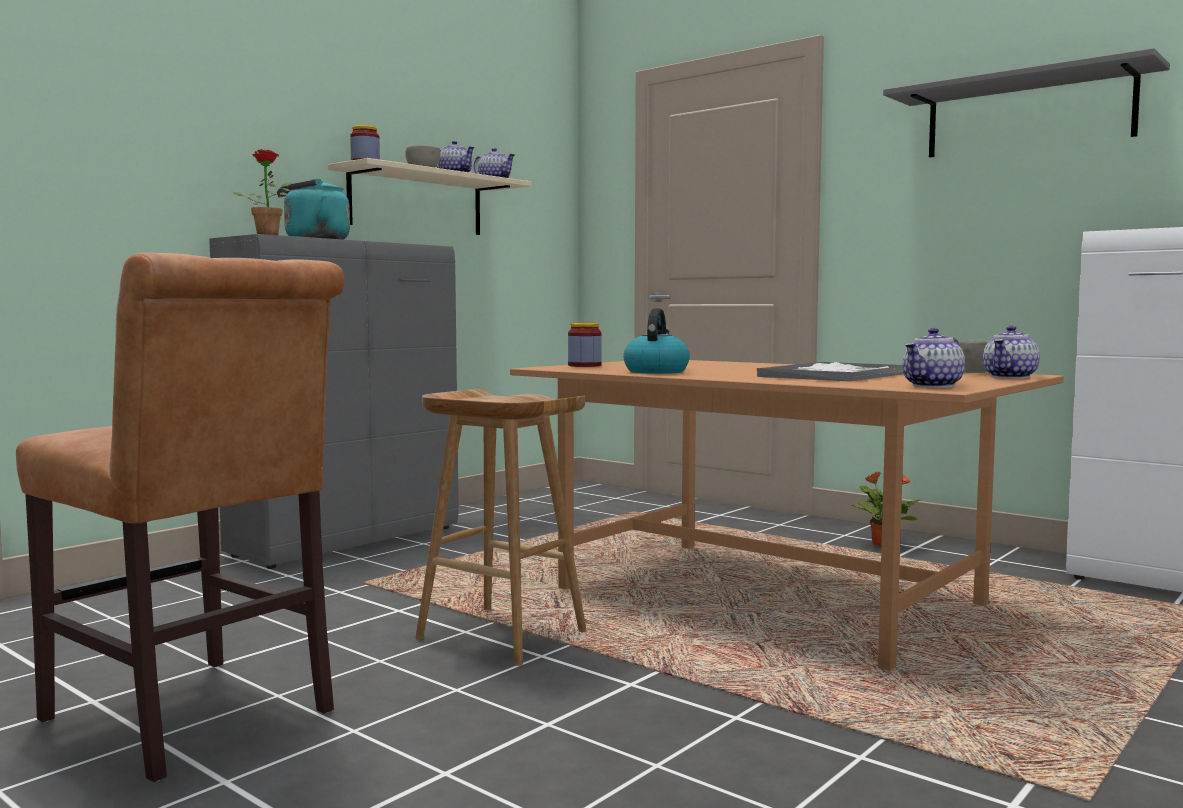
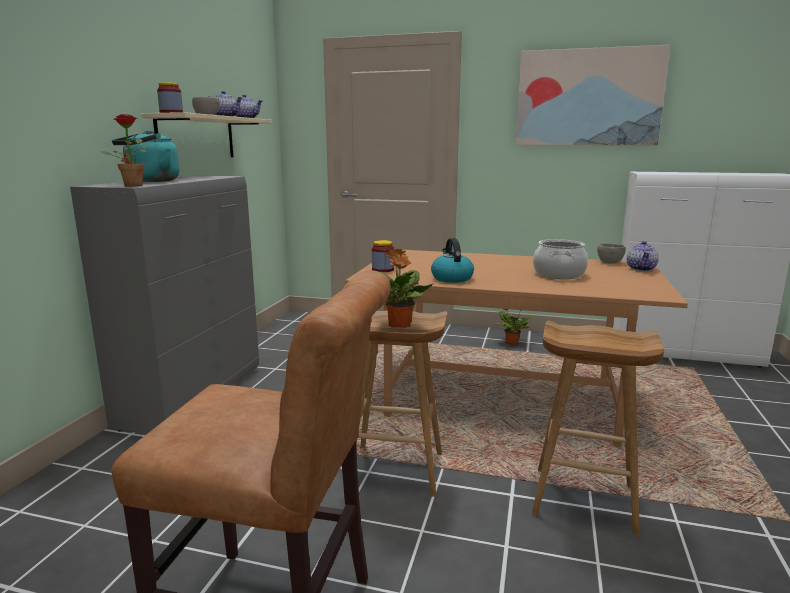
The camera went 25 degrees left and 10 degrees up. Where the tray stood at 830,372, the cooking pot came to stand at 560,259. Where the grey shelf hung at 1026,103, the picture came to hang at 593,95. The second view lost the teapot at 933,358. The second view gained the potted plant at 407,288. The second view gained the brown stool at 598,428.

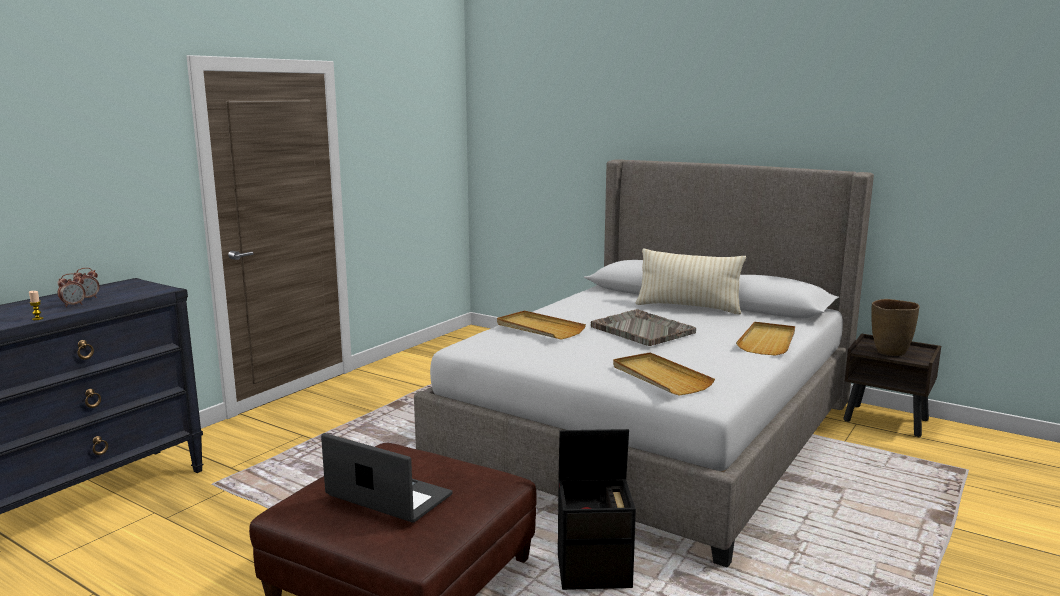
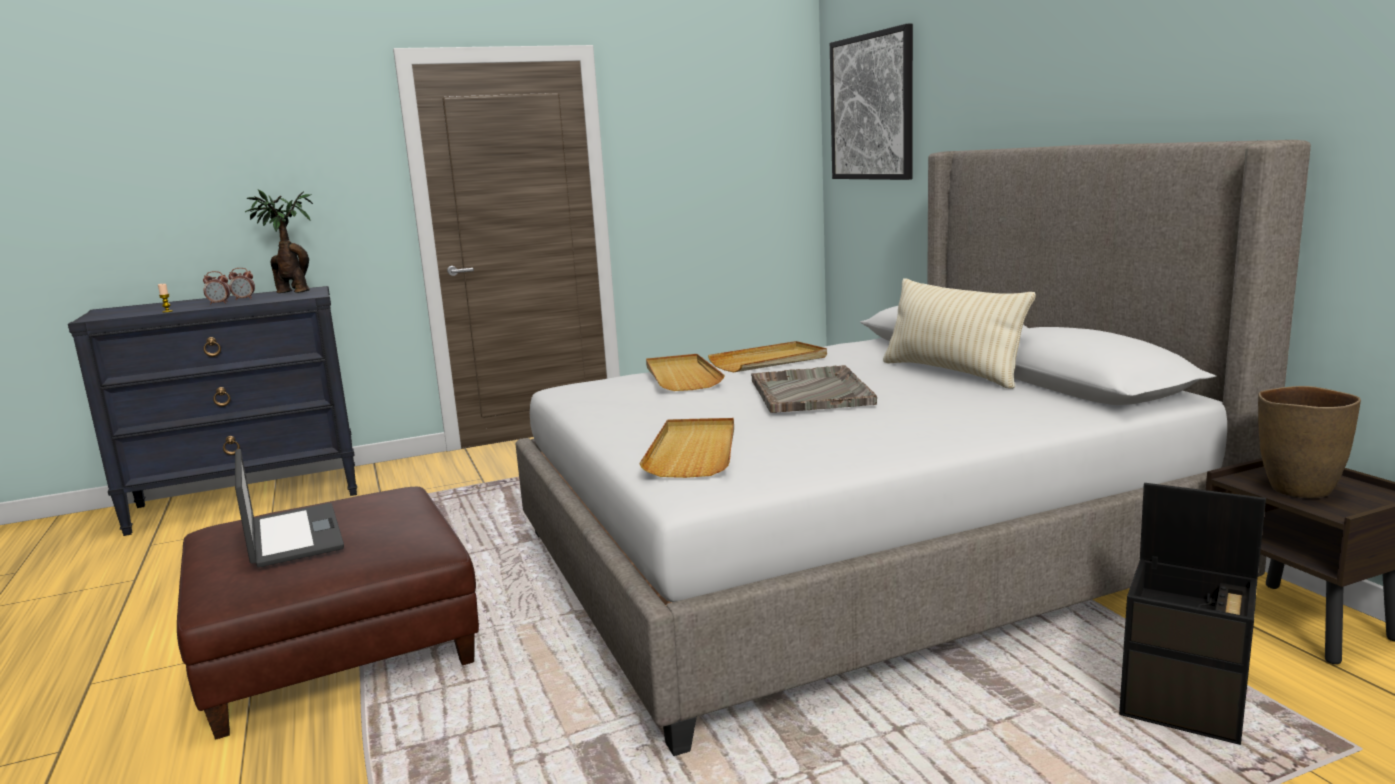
The camera went 35 degrees right and 0 degrees up. The black storage box ended up elsewhere, having gone from 597,509 to 1192,614. The beige tray ended up elsewhere, having gone from 765,339 to 767,356. The second view gained the potted plant at 279,241. The second view gained the picture at 871,102.

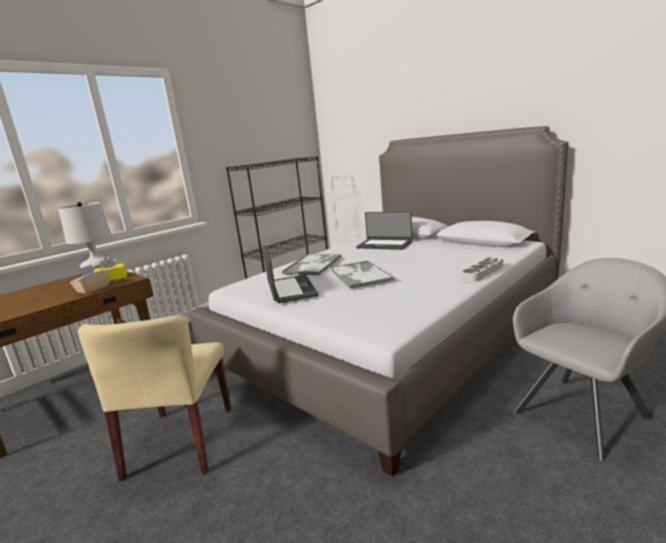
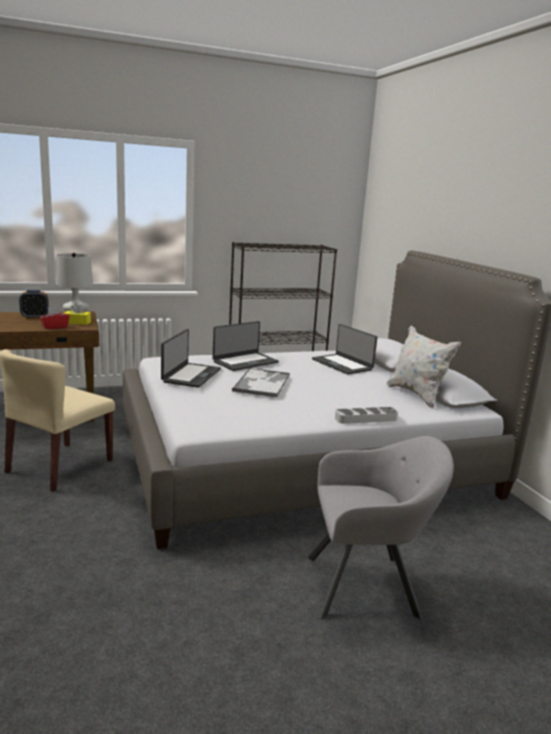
The camera went 25 degrees right and 0 degrees up. What was the beige tissue box at 89,279 turned into the red tissue box at 55,318. Where the tray stood at 312,264, the laptop came to stand at 245,346. The second view gained the alarm clock at 34,304. The second view gained the white pillow at 424,367.

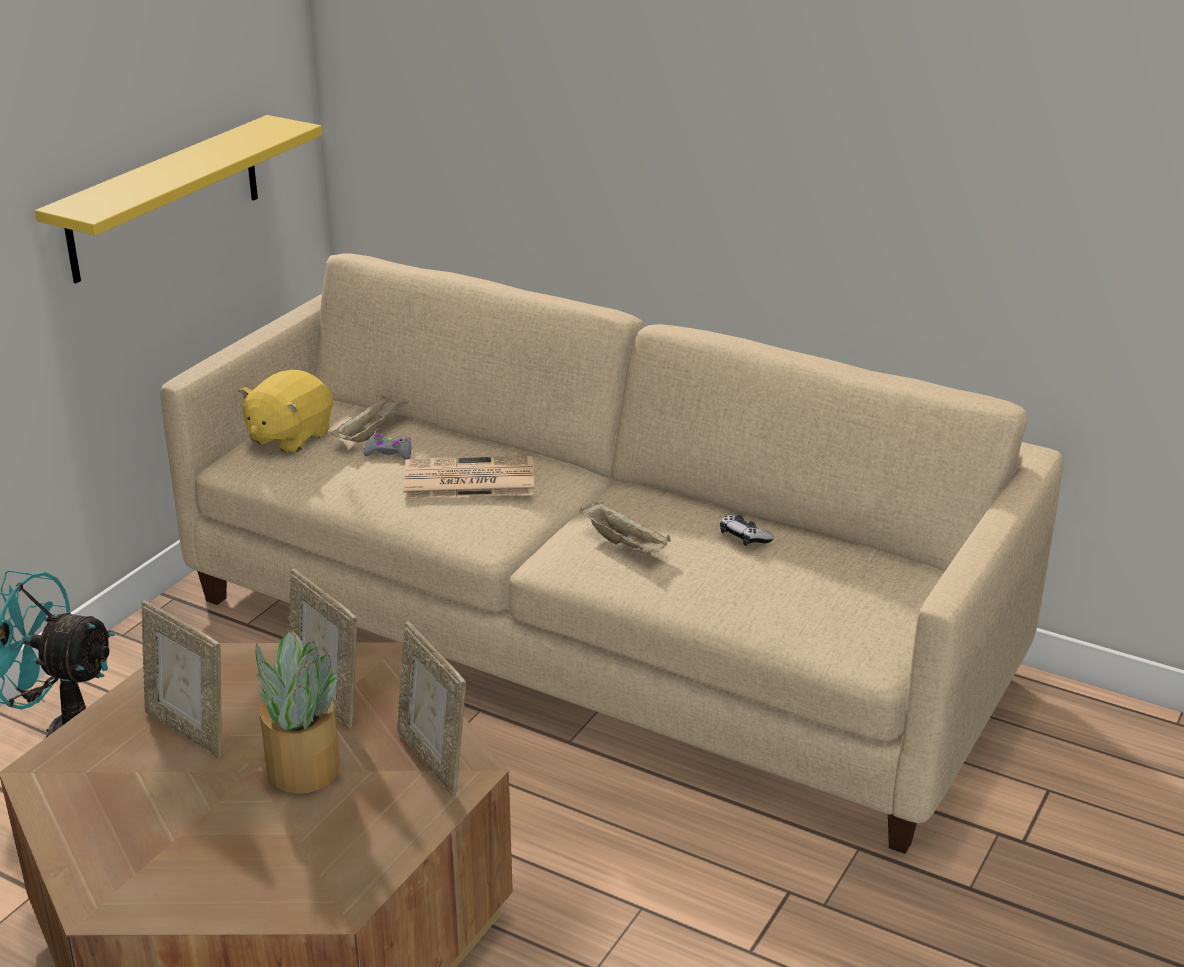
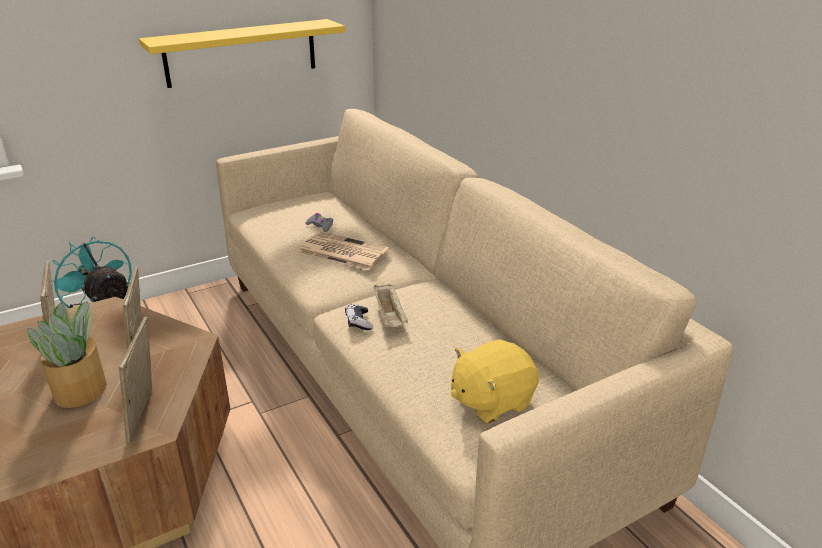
The camera went 30 degrees right and 0 degrees up. The yellow plush toy ended up elsewhere, having gone from 286,412 to 495,381. The second view lost the beige tray at 370,418. The game controller ended up elsewhere, having gone from 747,530 to 359,317.

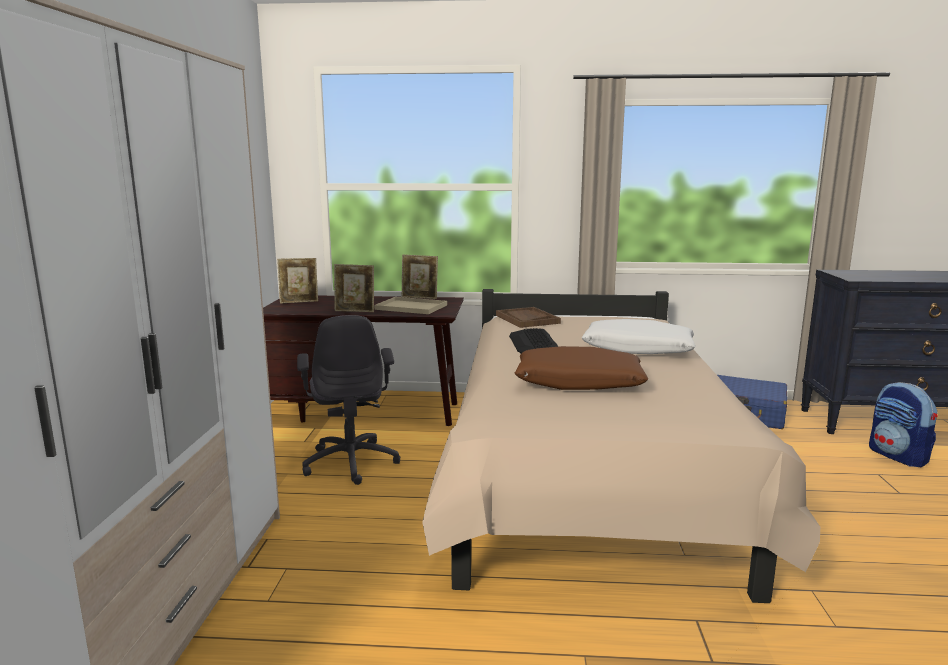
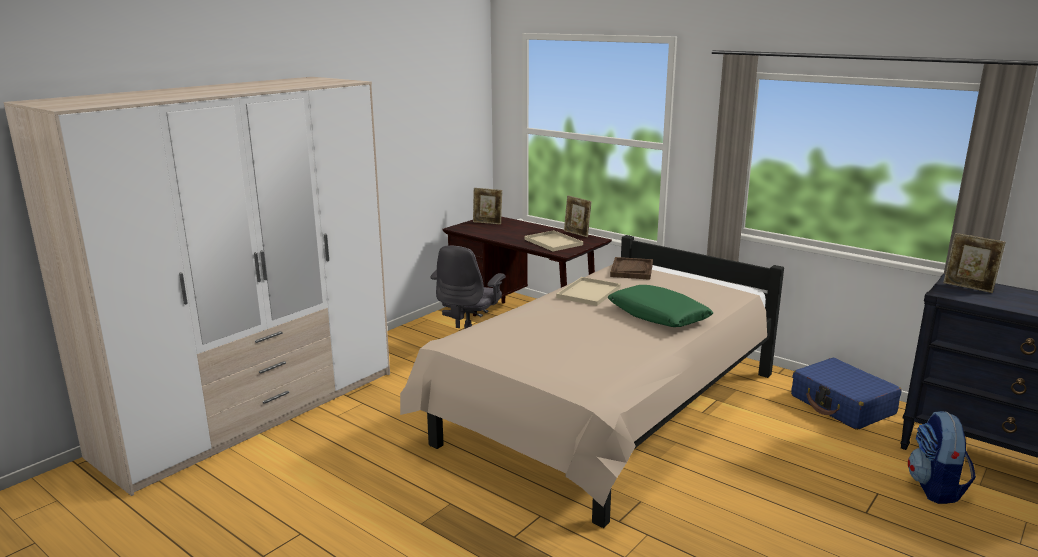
The camera went 35 degrees right and 5 degrees up. The picture frame ended up elsewhere, having gone from 354,288 to 974,263. Where the keyboard stood at 533,340, the beige tray came to stand at 588,291. The second view lost the brown pillow at 581,368. What was the white pillow at 638,336 turned into the green pillow at 660,306.

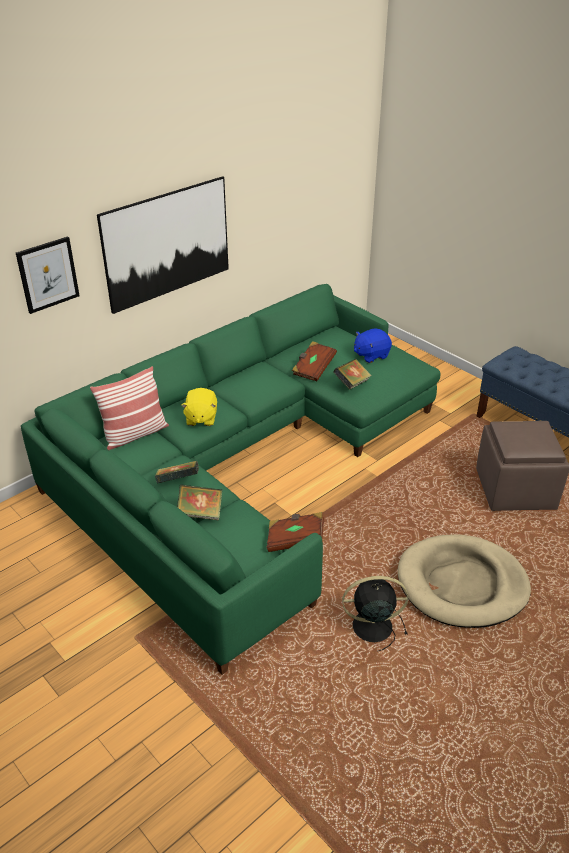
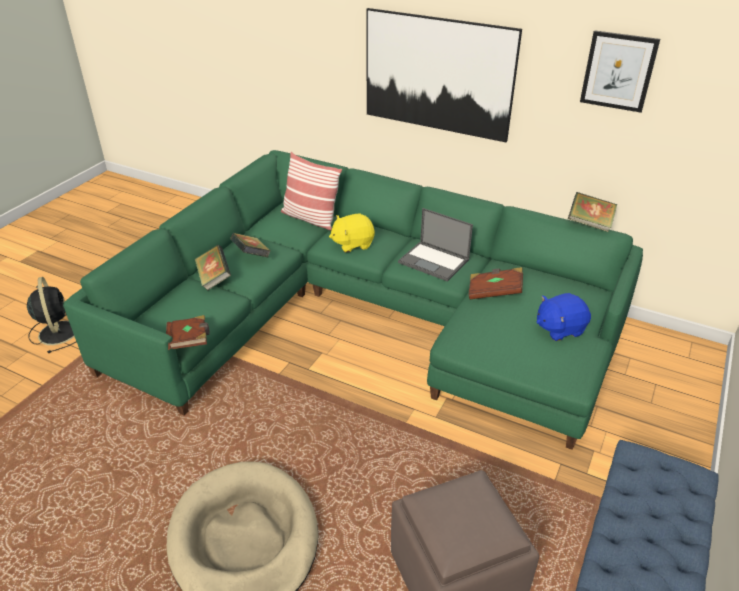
The camera went 70 degrees right and 0 degrees up. The picture ended up elsewhere, having gone from 48,275 to 620,71. The book ended up elsewhere, having gone from 352,374 to 592,212. The black fan ended up elsewhere, having gone from 375,613 to 51,315. The blue plush toy at 373,345 ended up facing another way, 60 degrees counterclockwise from before. The second view gained the laptop at 435,245.

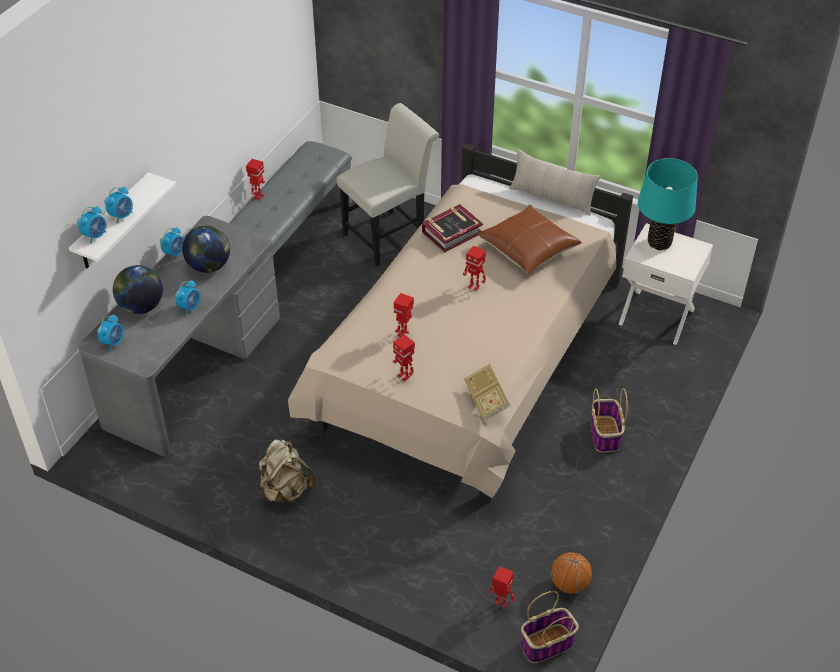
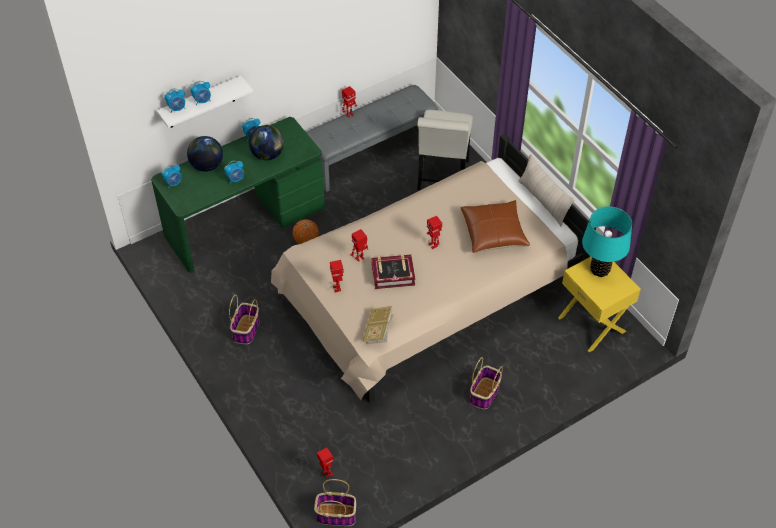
The camera went 30 degrees right and 5 degrees up. What was the grey desk at 179,336 turned into the green desk at 238,195. Where the beige backpack stood at 287,470, the basket came to stand at 244,319. The white chair at 388,185 ended up facing another way, 105 degrees clockwise from before. The book ended up elsewhere, having gone from 452,228 to 393,271. The basketball ended up elsewhere, having gone from 571,573 to 306,231. What was the white nightstand at 665,284 turned into the yellow nightstand at 599,304.

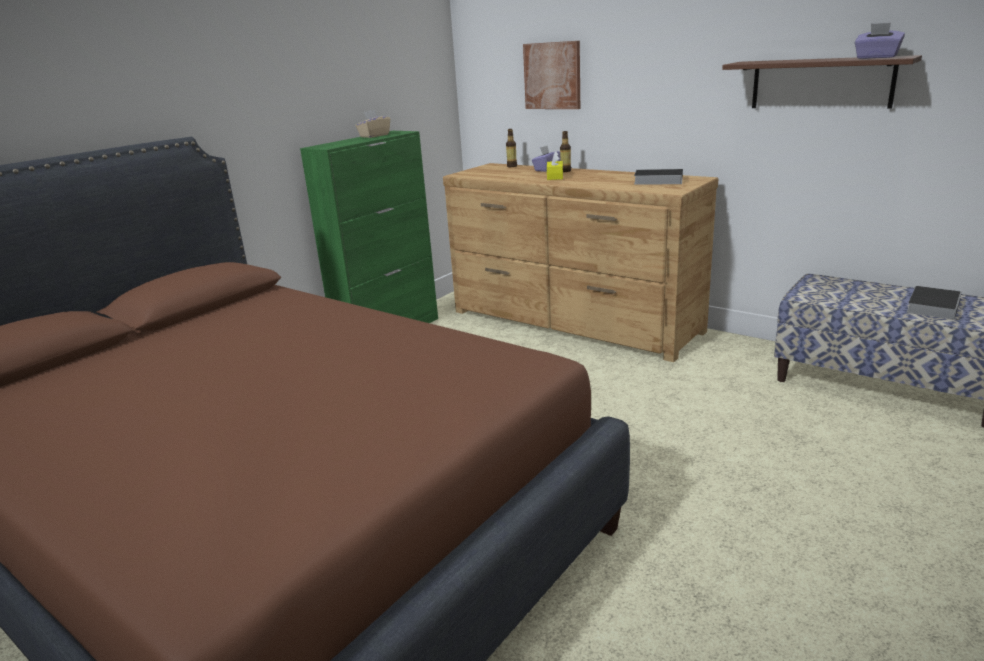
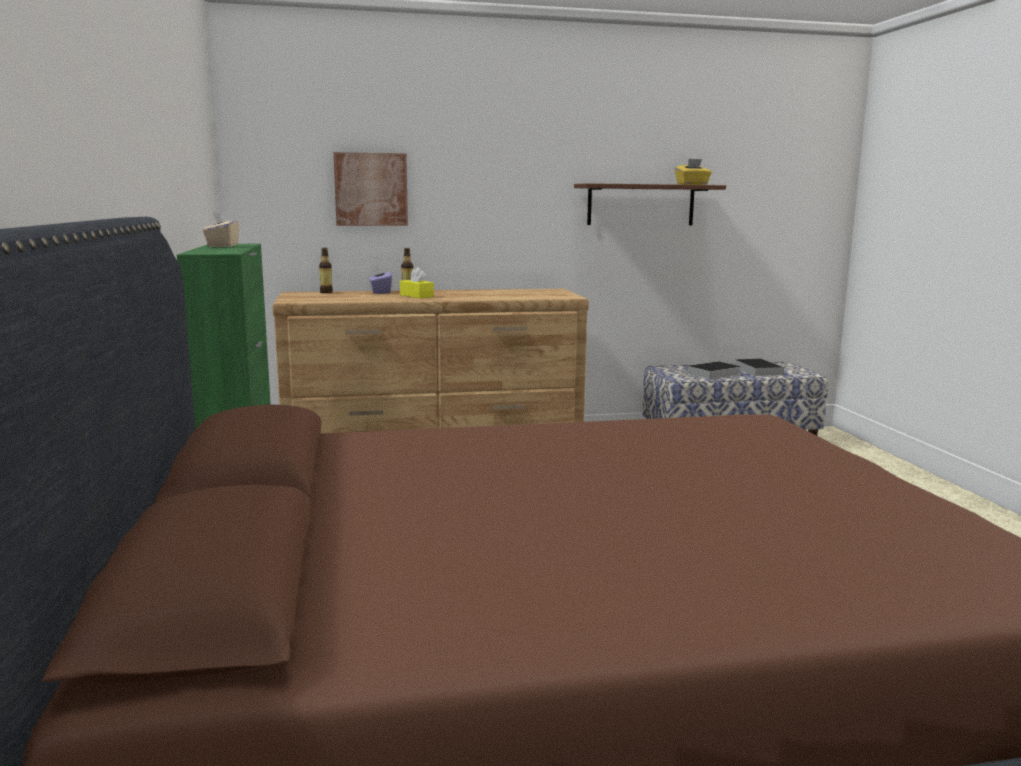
The camera went 50 degrees left and 10 degrees down. The book ended up elsewhere, having gone from 658,177 to 712,370. What was the purple tissue box at 880,41 turned into the yellow tissue box at 693,172.

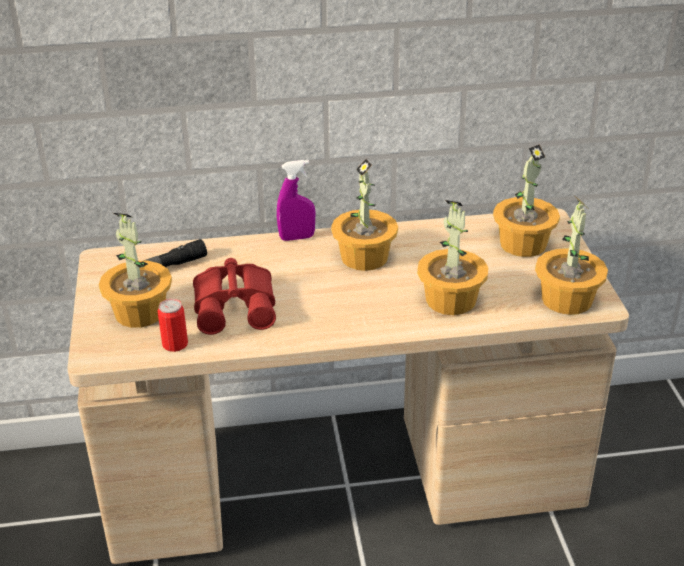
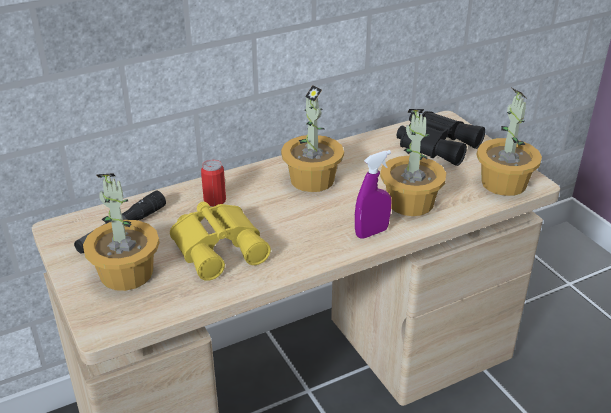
The camera went 20 degrees left and 0 degrees up. The can ended up elsewhere, having gone from 172,325 to 213,183. What was the red binoculars at 234,296 turned into the yellow binoculars at 220,241. The purple spray bottle ended up elsewhere, having gone from 296,200 to 373,194. Where the potted plant stood at 526,200, the black binoculars came to stand at 441,138.

